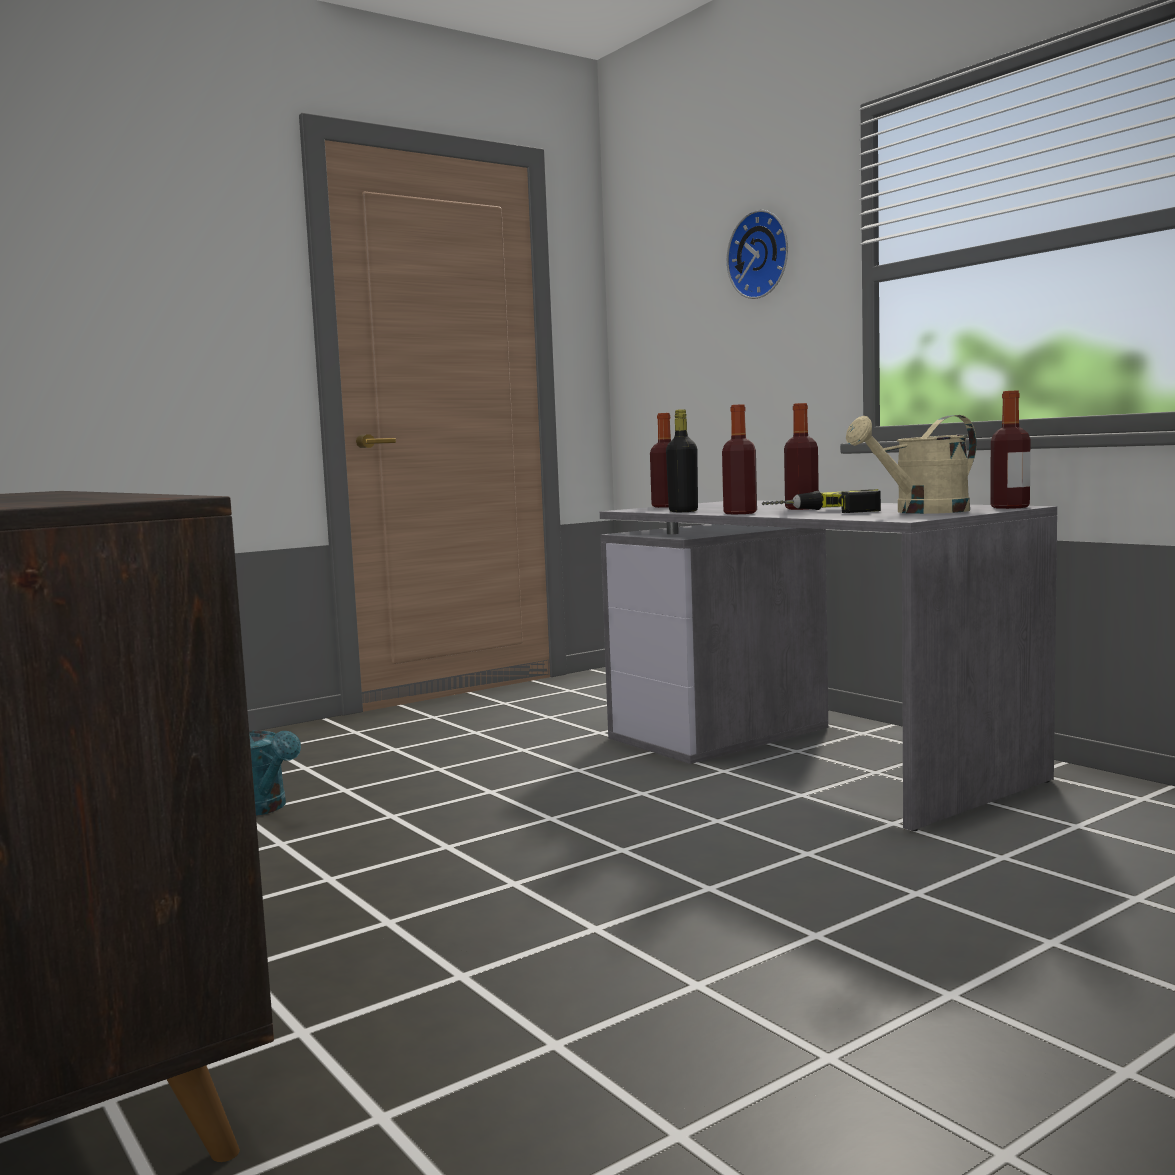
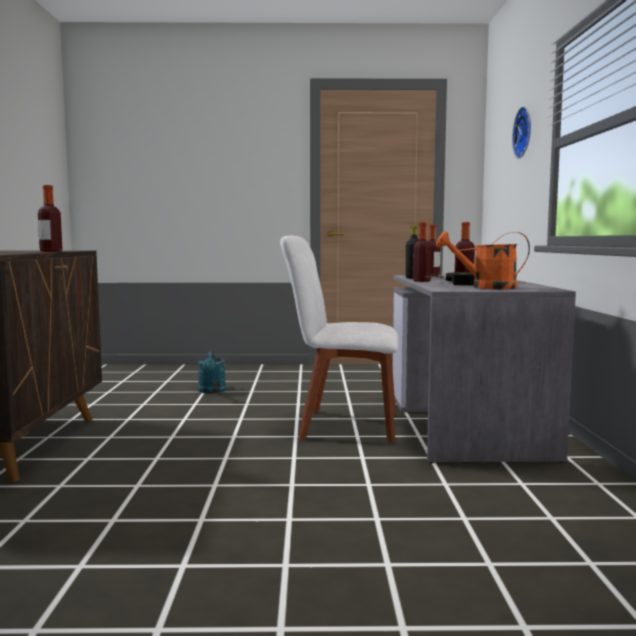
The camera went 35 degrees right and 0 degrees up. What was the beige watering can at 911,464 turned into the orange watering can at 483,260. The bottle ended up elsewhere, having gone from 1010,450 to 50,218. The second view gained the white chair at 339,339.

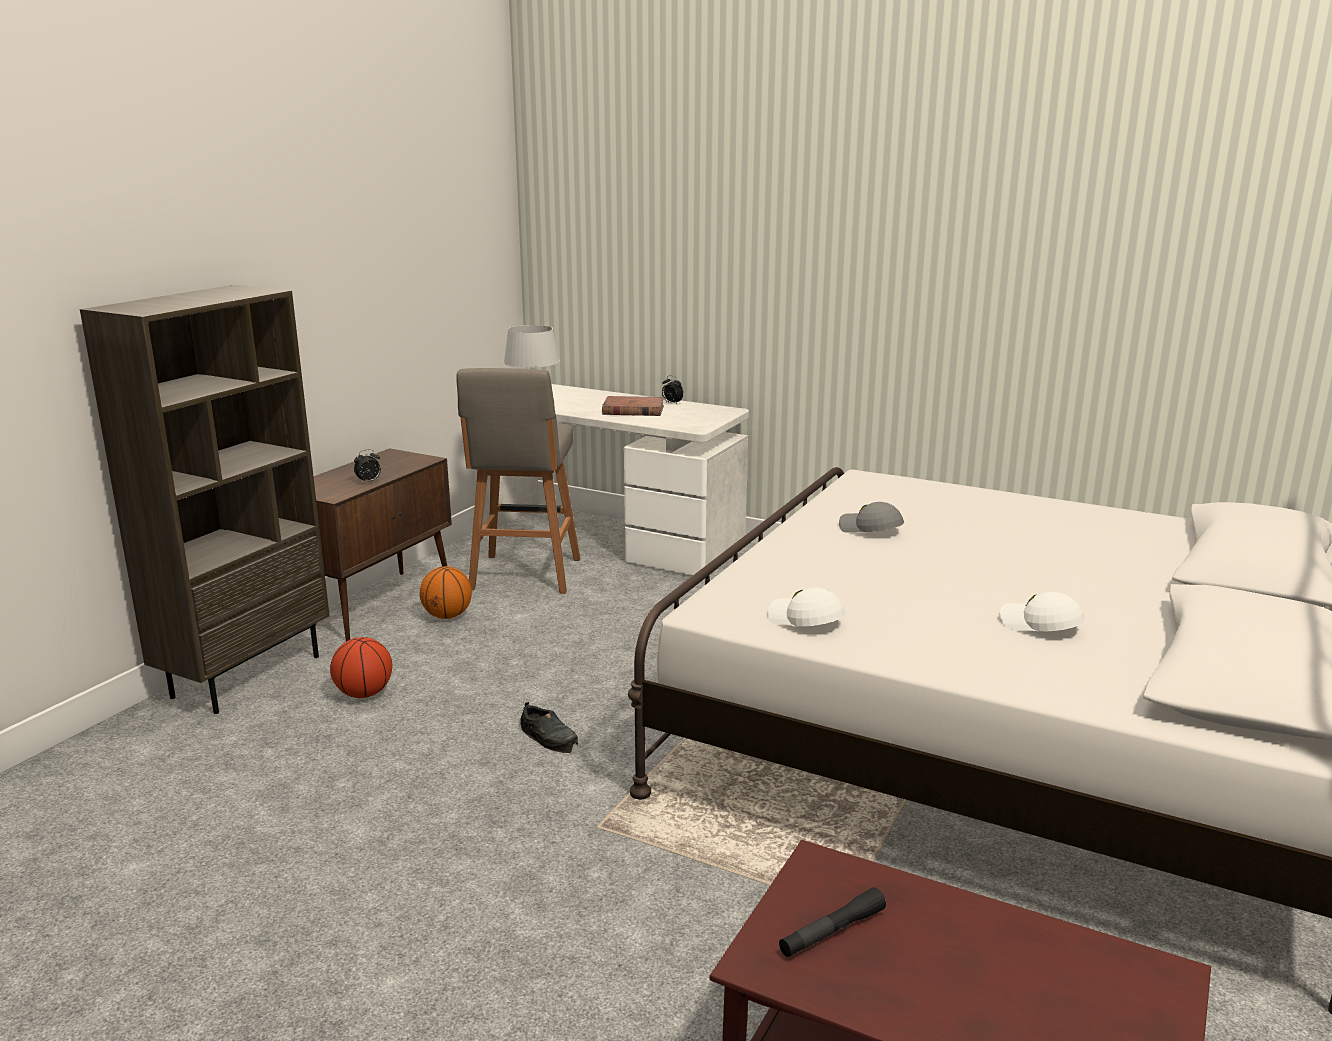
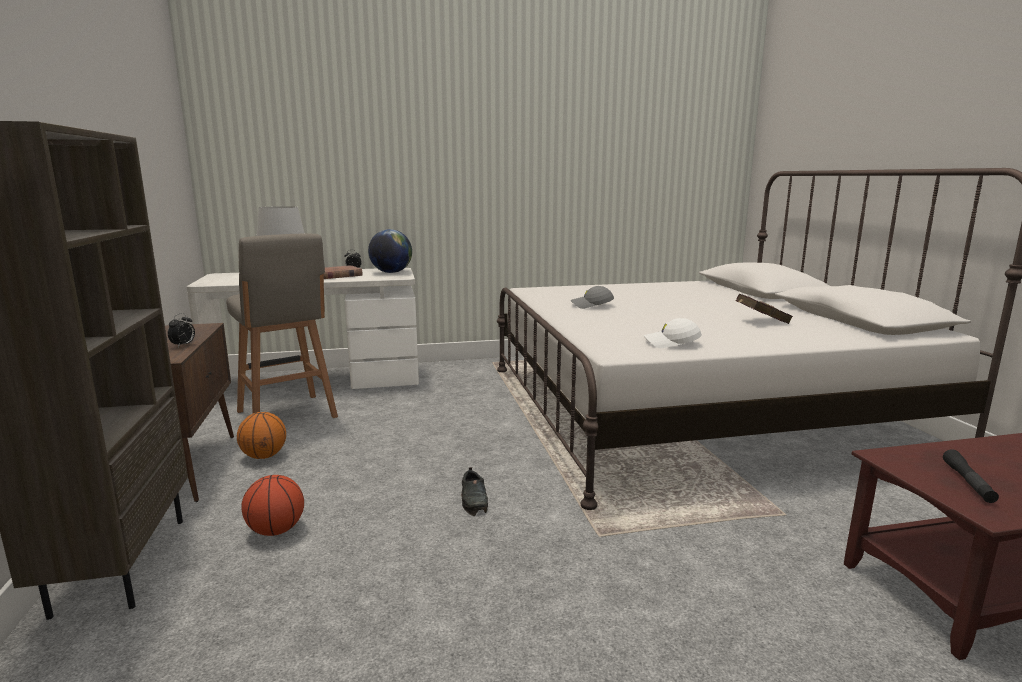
The camera went 40 degrees left and 5 degrees down. The black shoe at 549,727 ended up facing another way, 75 degrees clockwise from before. Where the white cap stood at 1042,611, the red book came to stand at 763,308. The second view gained the globe at 390,251.

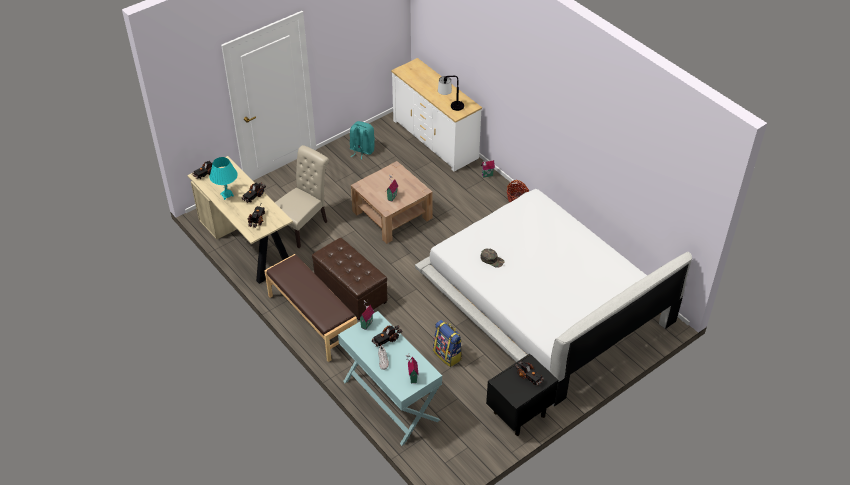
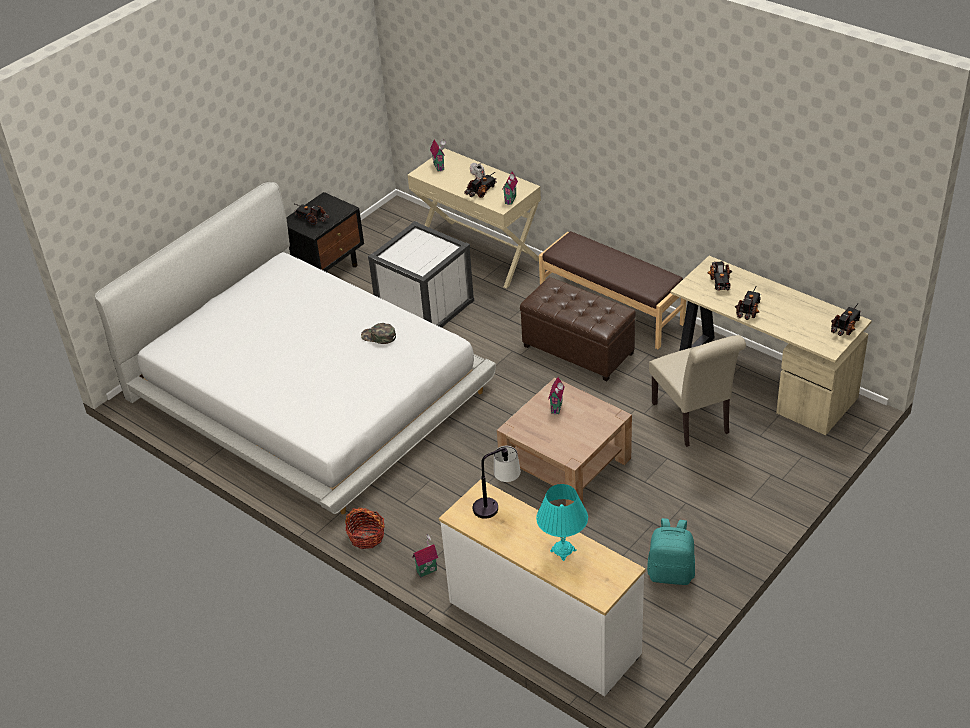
The camera went 170 degrees right and 5 degrees down. The turquoise table lamp ended up elsewhere, having gone from 223,178 to 562,522. The beige chair at 302,196 ended up facing another way, 45 degrees counterclockwise from before. What was the turquoise console table at 390,378 turned into the beige console table at 474,218. Where the backpack stood at 447,343, the white storage box came to stand at 421,274.

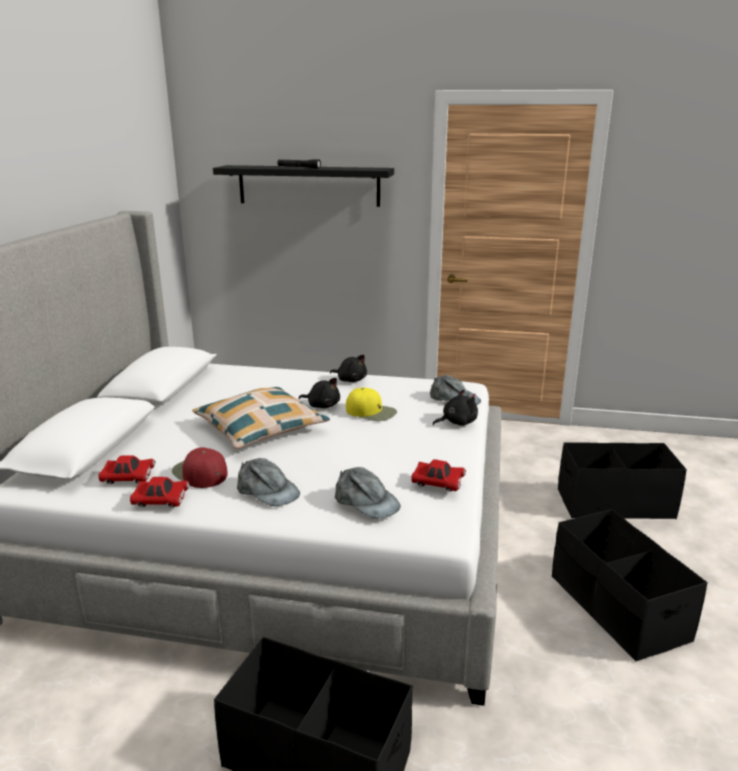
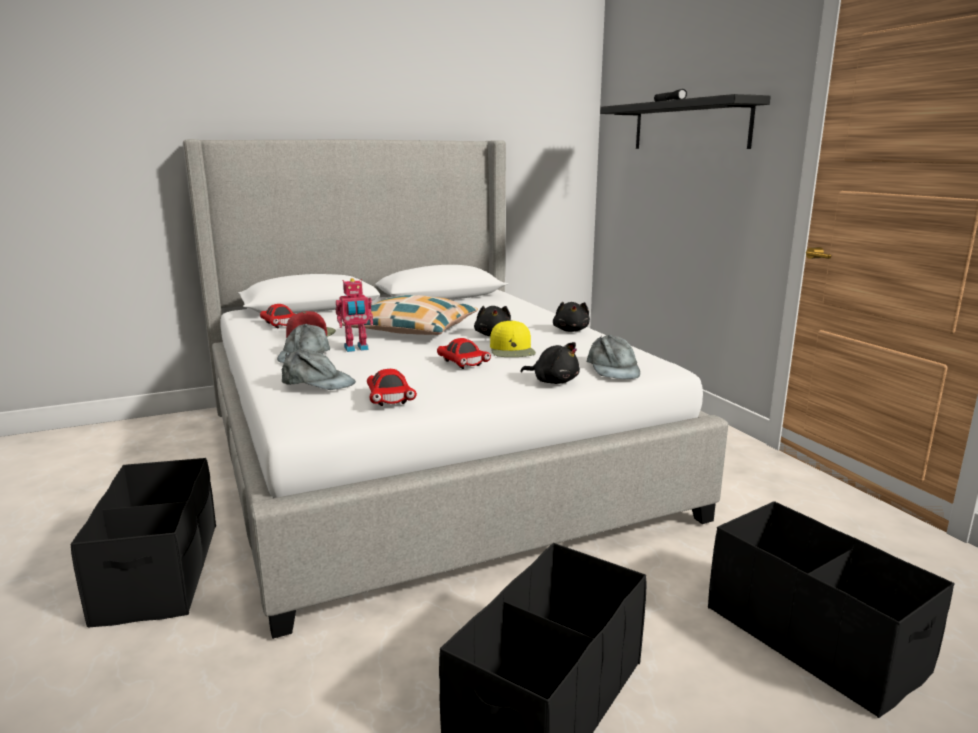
The camera went 55 degrees right and 5 degrees down. The red toy car ended up elsewhere, having gone from 160,492 to 464,353. The grey cap at 368,493 ended up facing another way, 75 degrees counterclockwise from before. The second view gained the toy robot at 354,315.

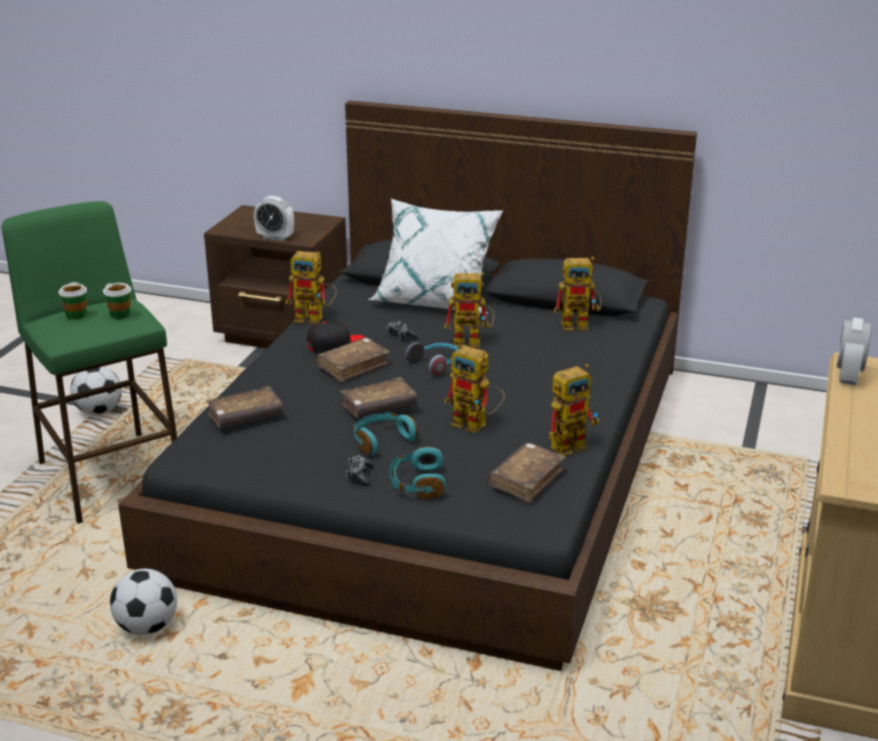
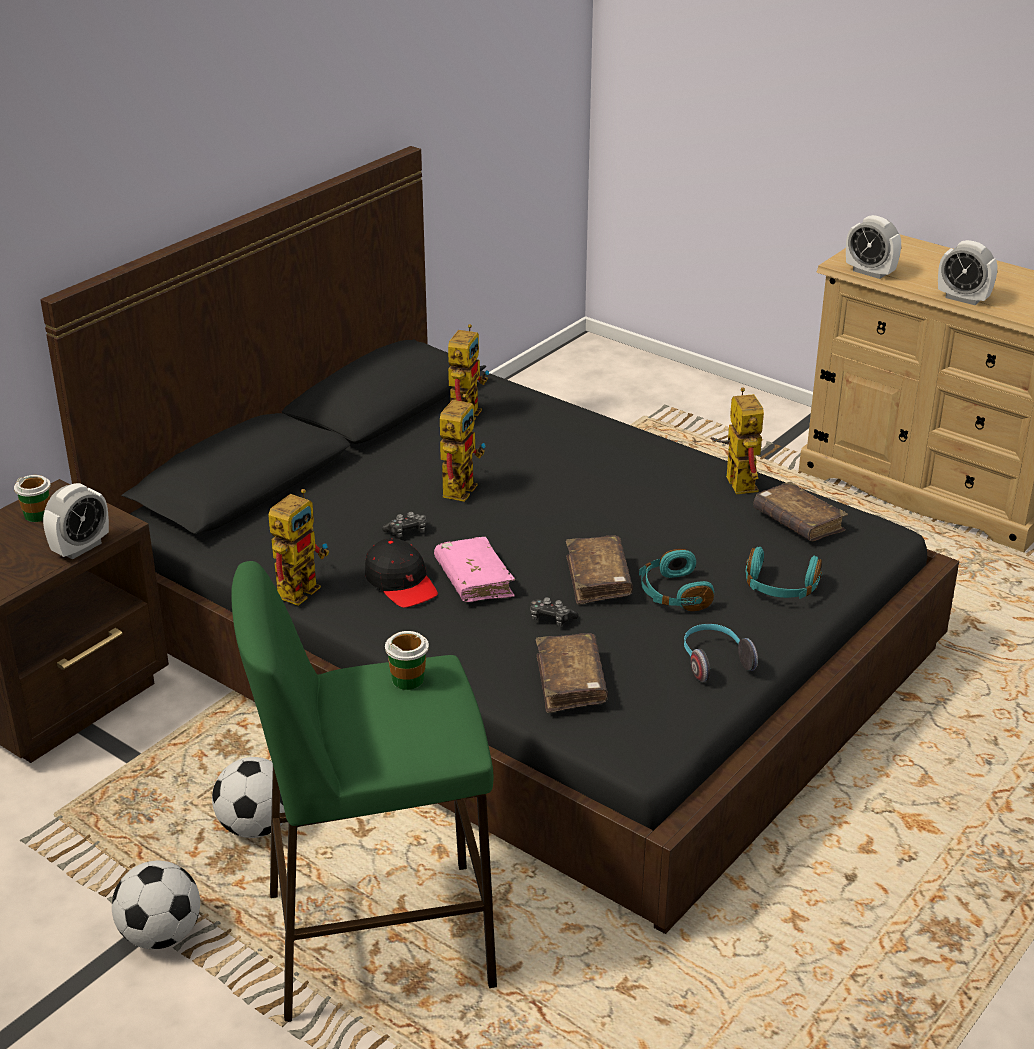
The camera went 70 degrees left and 5 degrees up. The cup ended up elsewhere, having gone from 72,301 to 32,498. The football ended up elsewhere, having gone from 143,602 to 248,797. The black cap at 336,337 ended up facing another way, 150 degrees clockwise from before. What was the brown book at 353,360 turned into the pink book at 474,569. The game controller ended up elsewhere, having gone from 360,470 to 554,611. The second view lost the white pillow at 435,256. The headphones ended up elsewhere, having gone from 432,359 to 721,653. The second view lost the toy robot at 475,389. The second view gained the alarm clock at 967,272.

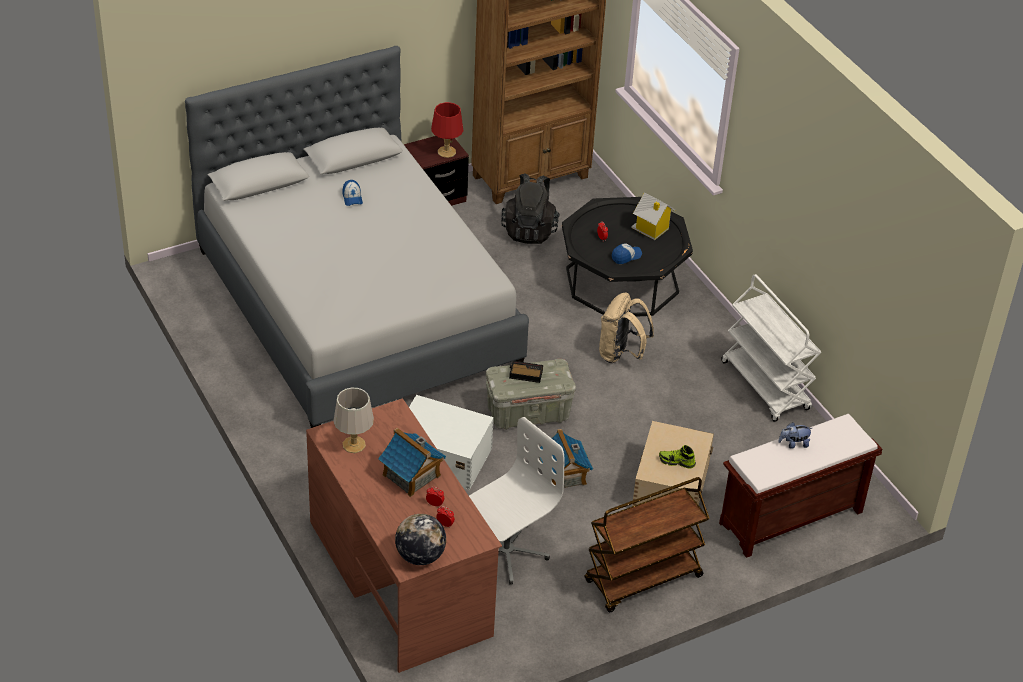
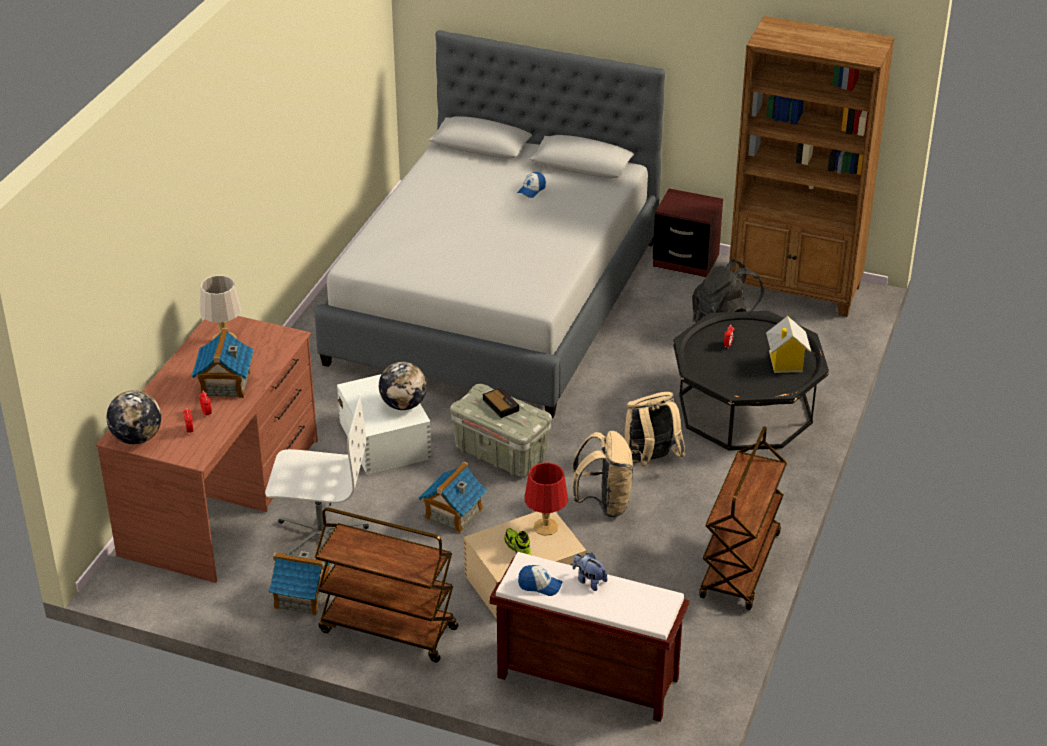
The camera went 50 degrees right and 5 degrees down. The red table lamp ended up elsewhere, having gone from 447,130 to 546,499. The cap ended up elsewhere, having gone from 627,253 to 540,580. What was the white cart at 771,348 turned into the brown cart at 743,518. The second view gained the toy house at 300,583. The second view gained the globe at 403,386. The second view gained the beige backpack at 602,474.

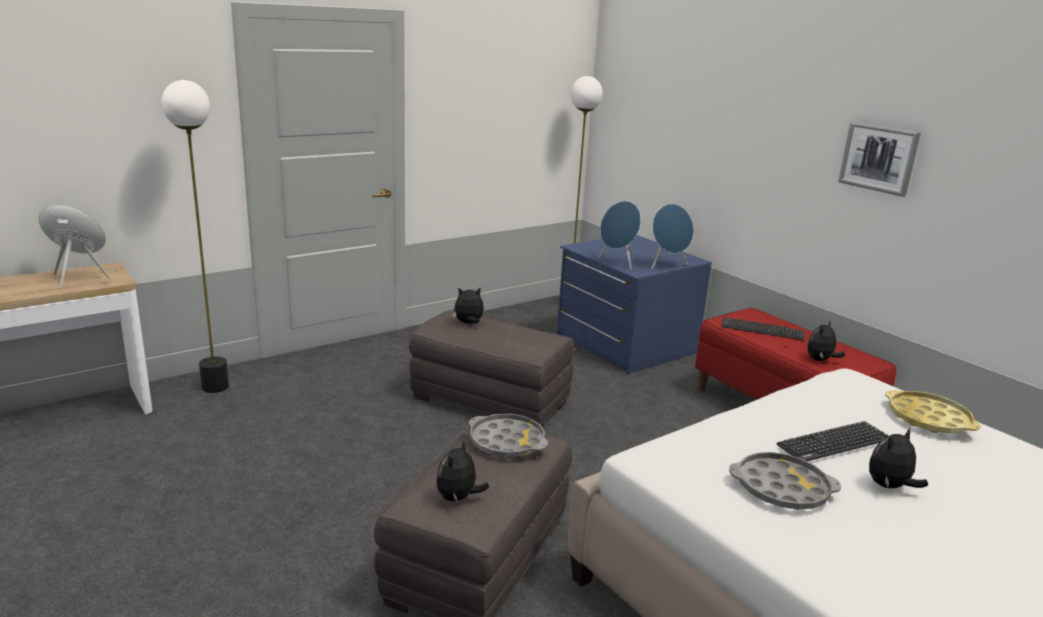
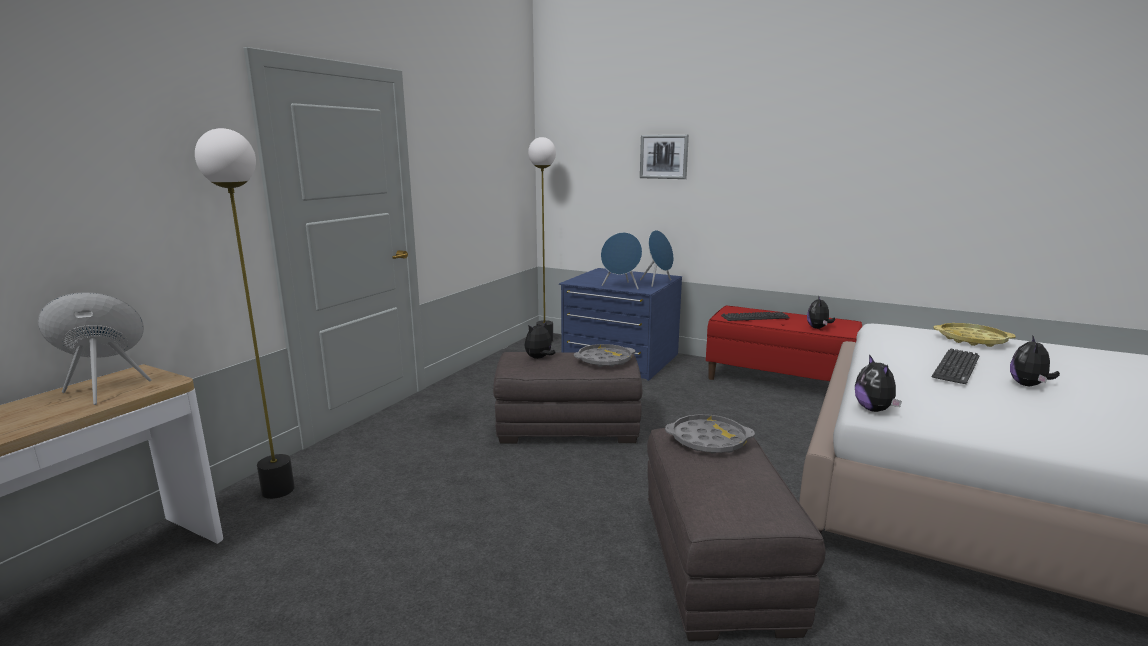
The camera went 25 degrees left and 5 degrees down. The plush toy ended up elsewhere, having gone from 462,471 to 878,383. The grey tray ended up elsewhere, having gone from 785,480 to 604,355. The picture ended up elsewhere, having gone from 879,159 to 664,157.

